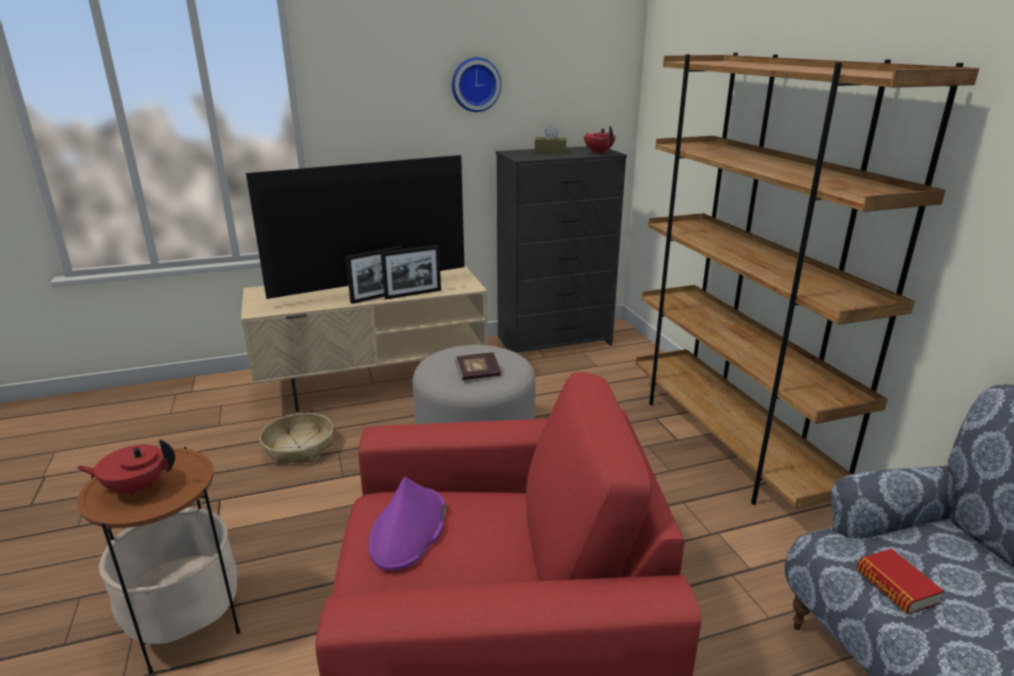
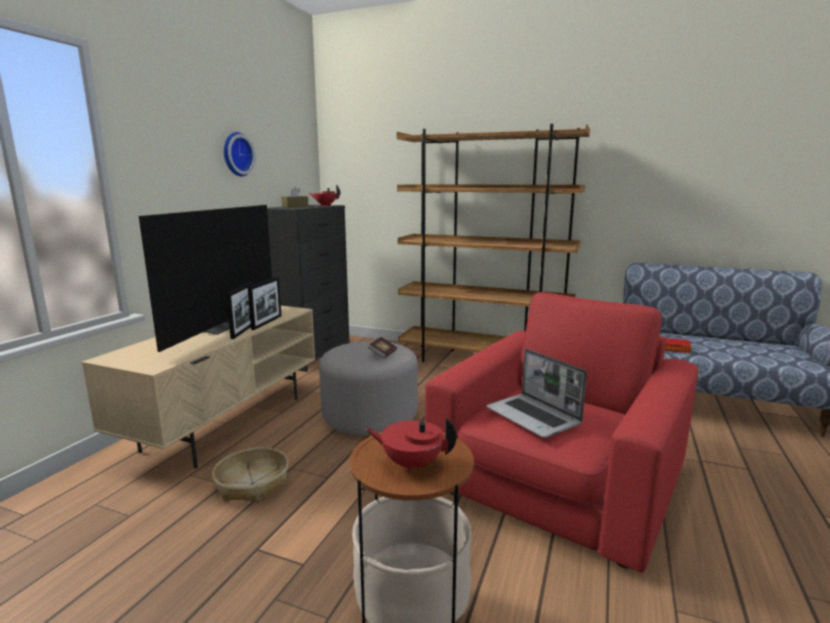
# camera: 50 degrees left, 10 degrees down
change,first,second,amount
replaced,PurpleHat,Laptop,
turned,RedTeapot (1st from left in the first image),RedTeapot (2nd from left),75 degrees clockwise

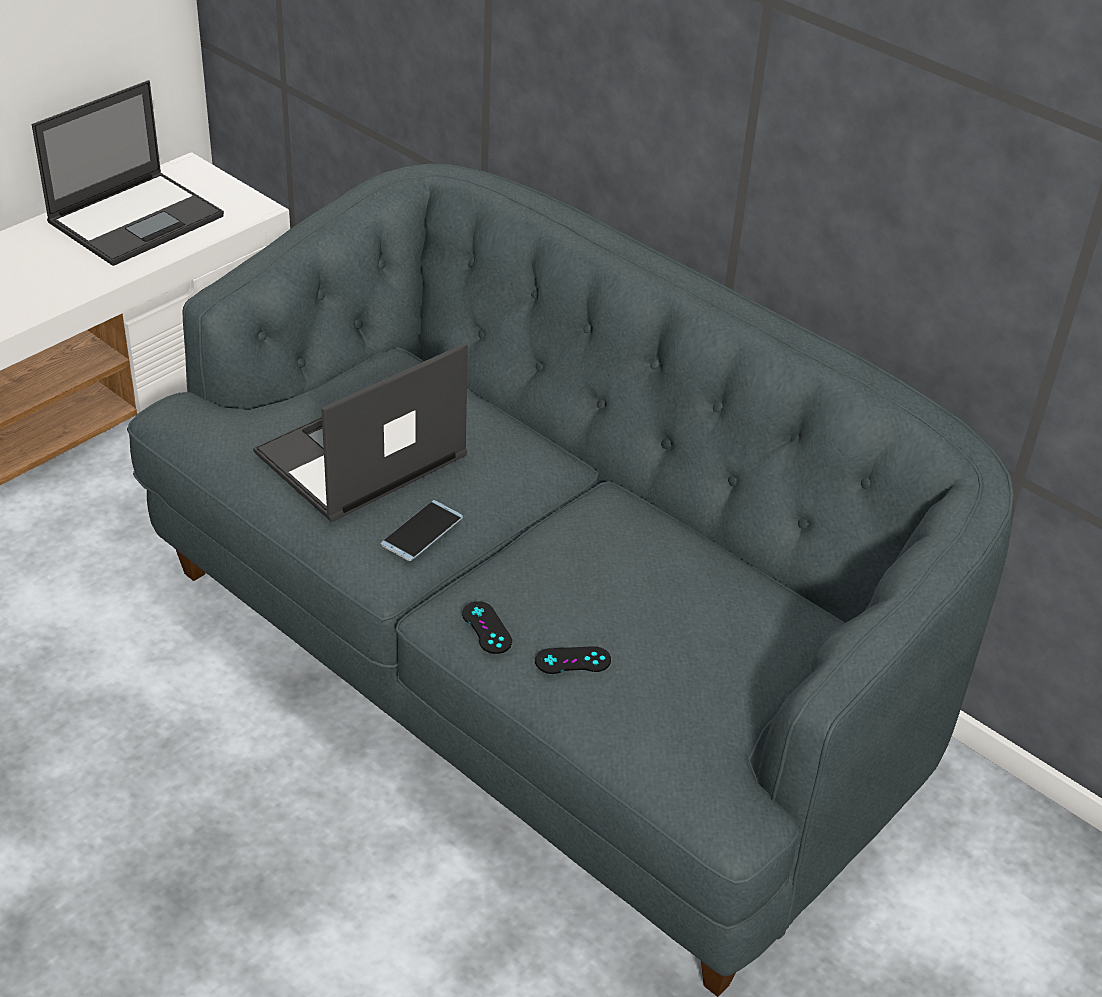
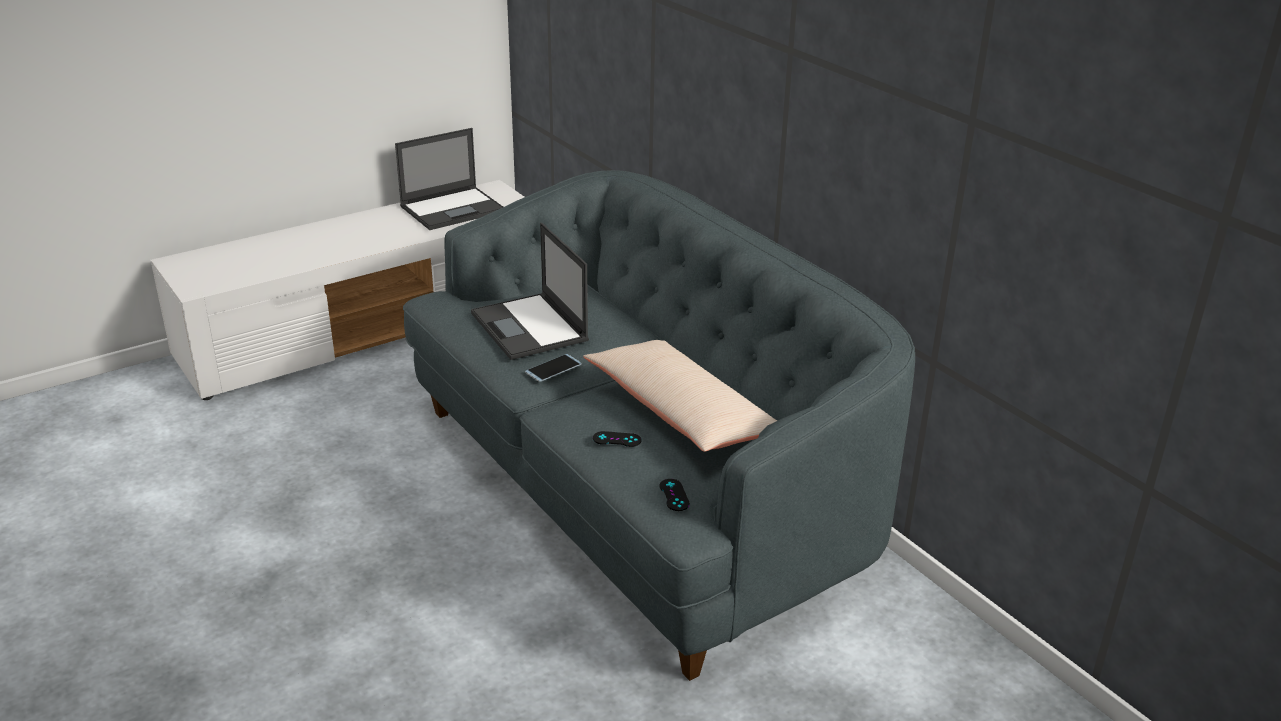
# camera: 15 degrees right, 10 degrees down
change,first,second,amount
added,,BeigePillow,
moved,BlackGameController (1st from left in the first image),BlackGameController (2nd from left),
turned,Laptop (2nd from left),,90 degrees counterclockwise

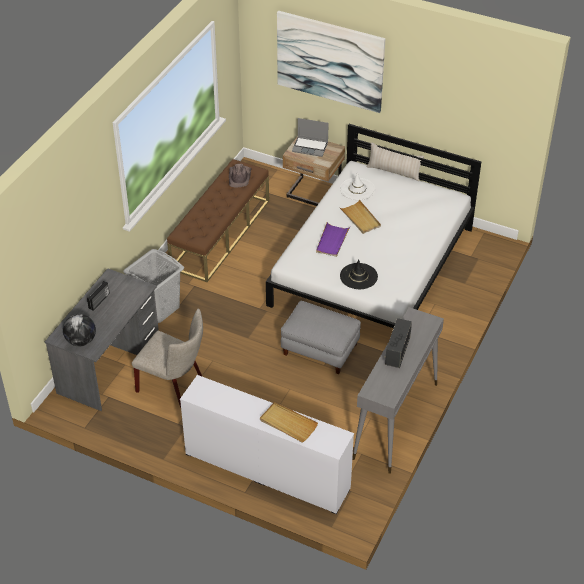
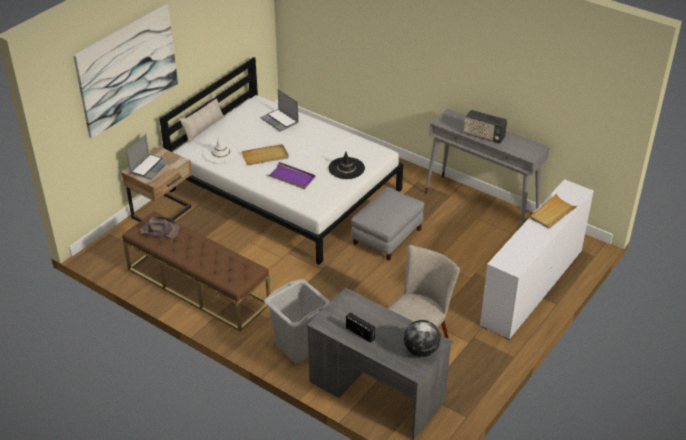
# camera: 80 degrees left, 5 degrees down
change,first,second,amount
added,,Laptop (2nd from left),

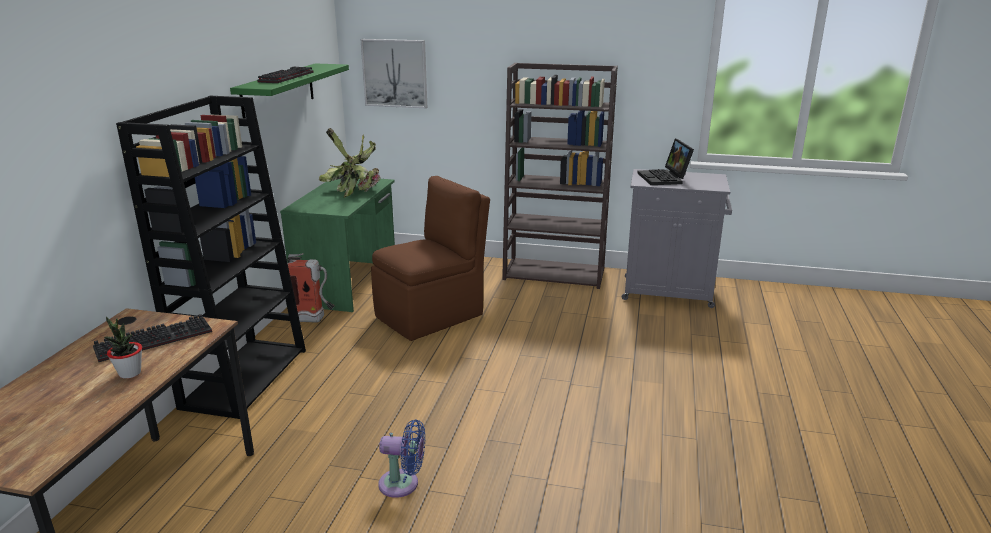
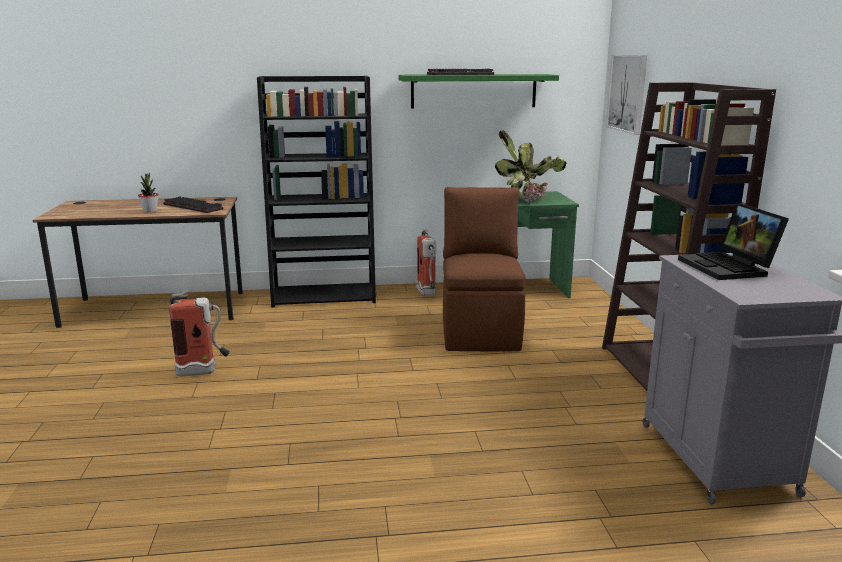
# camera: 70 degrees right, 5 degrees down
change,first,second,amount
replaced,BlueFan,FireExtinguisher (1st from left),
turned,BrownChair,,120 degrees counterclockwise
turned,Laptop,,75 degrees counterclockwise

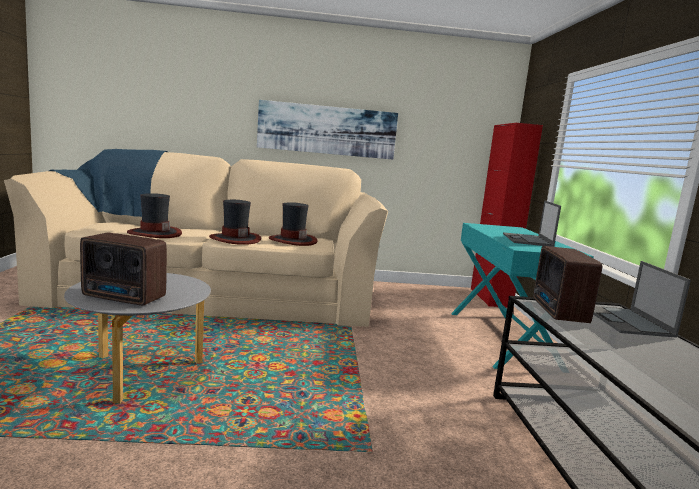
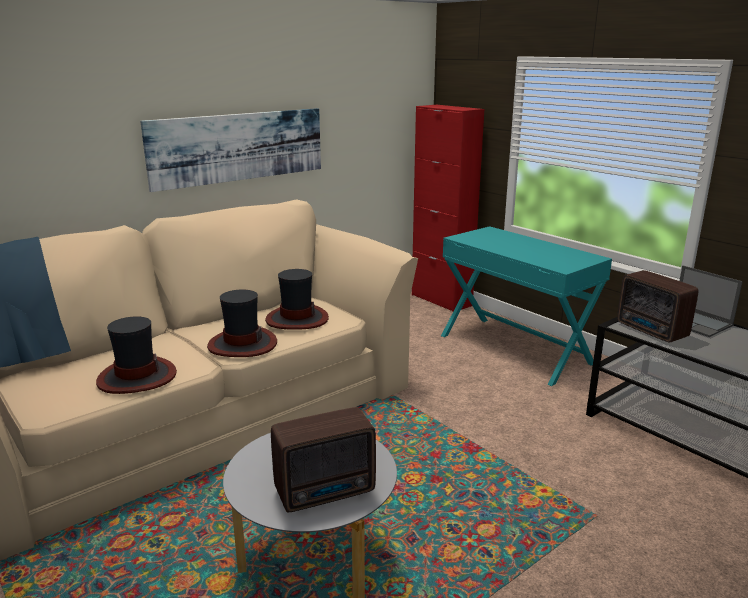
# camera: 35 degrees left, 10 degrees up
change,first,second,amount
removed,Laptop (1st from left),,

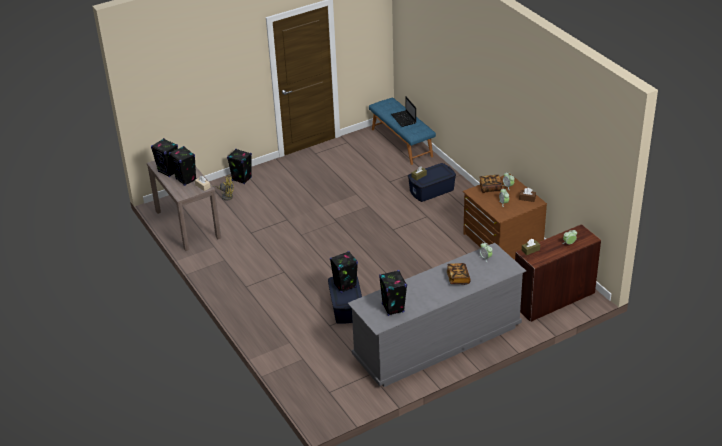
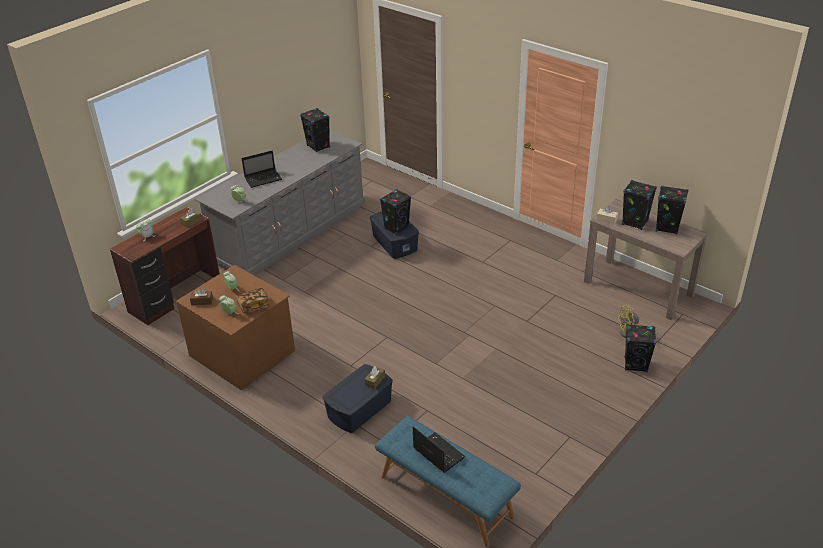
# camera: 160 degrees right, 0 degrees up
change,first,second,amount
replaced,Book (1st from left),Laptop (1st from left),

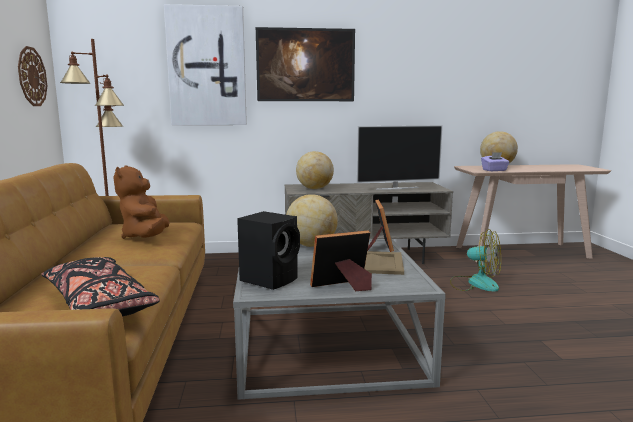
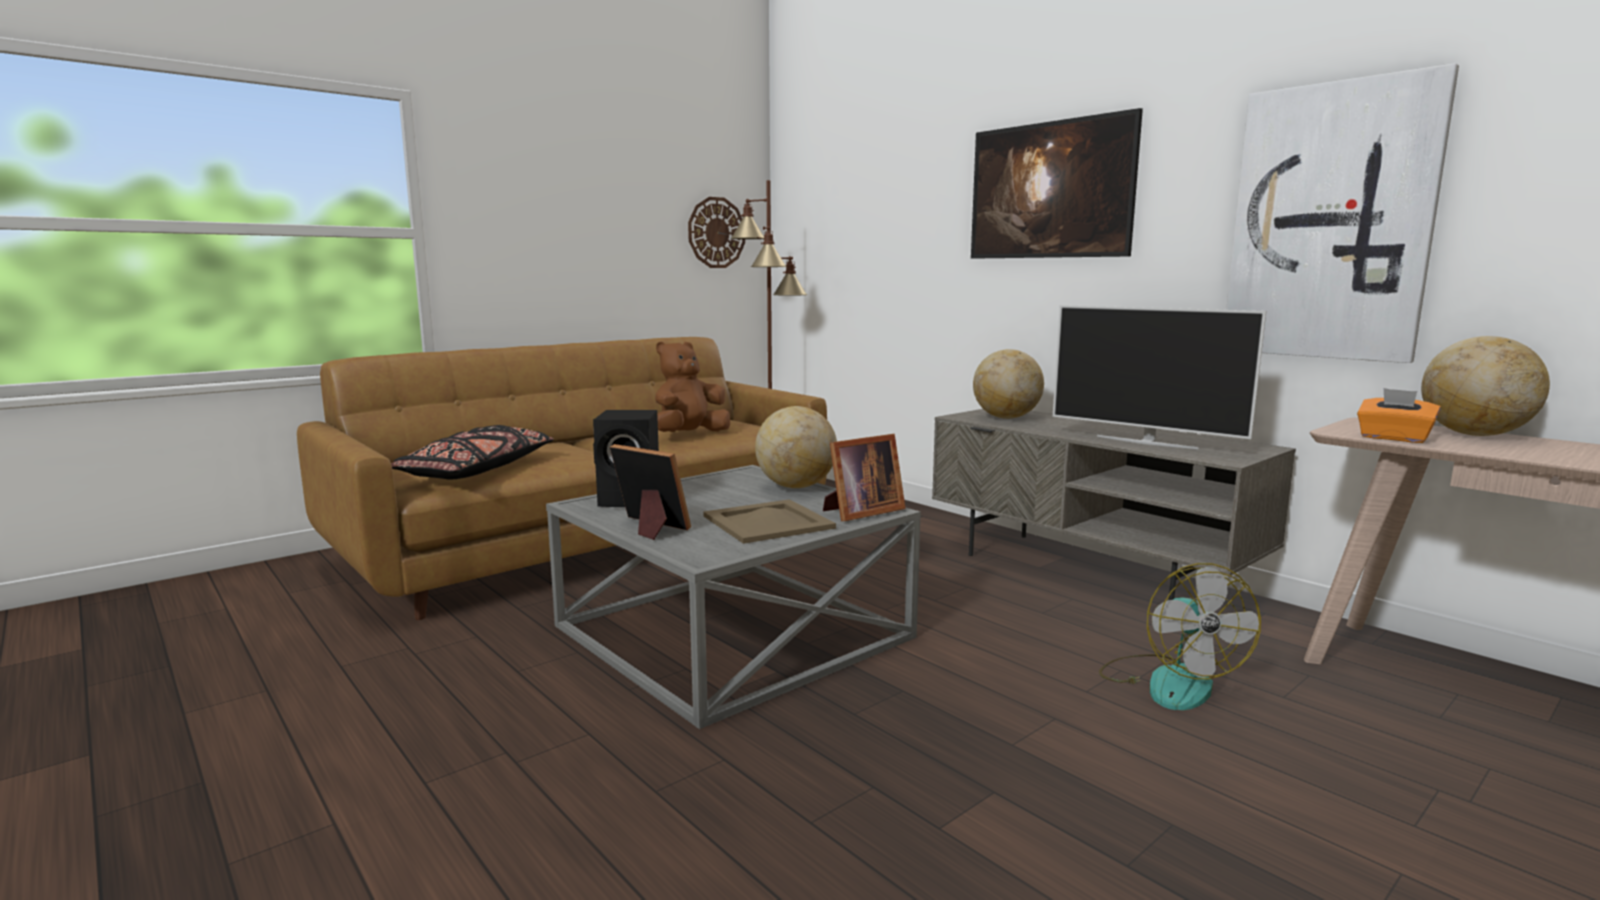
# camera: 55 degrees right, 0 degrees up
change,first,second,amount
moved,Picture (1st from left in the first image),Picture (2nd from left),
recoloured,PurpleTissueBox,OrangeTissueBox,

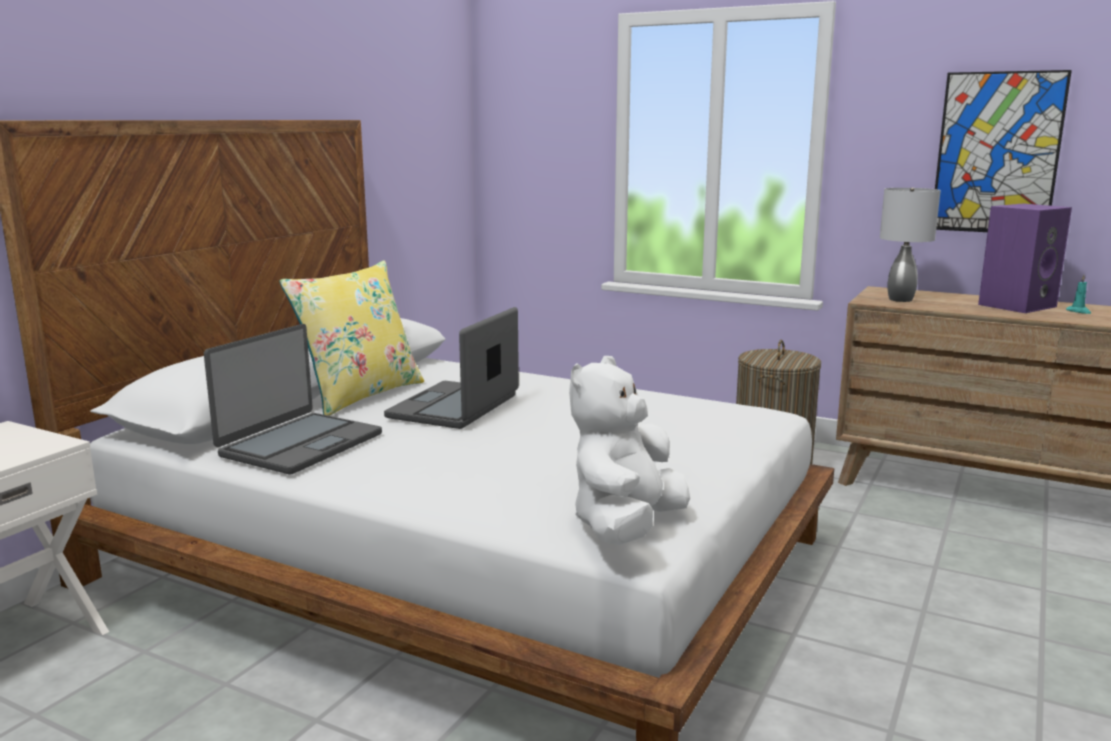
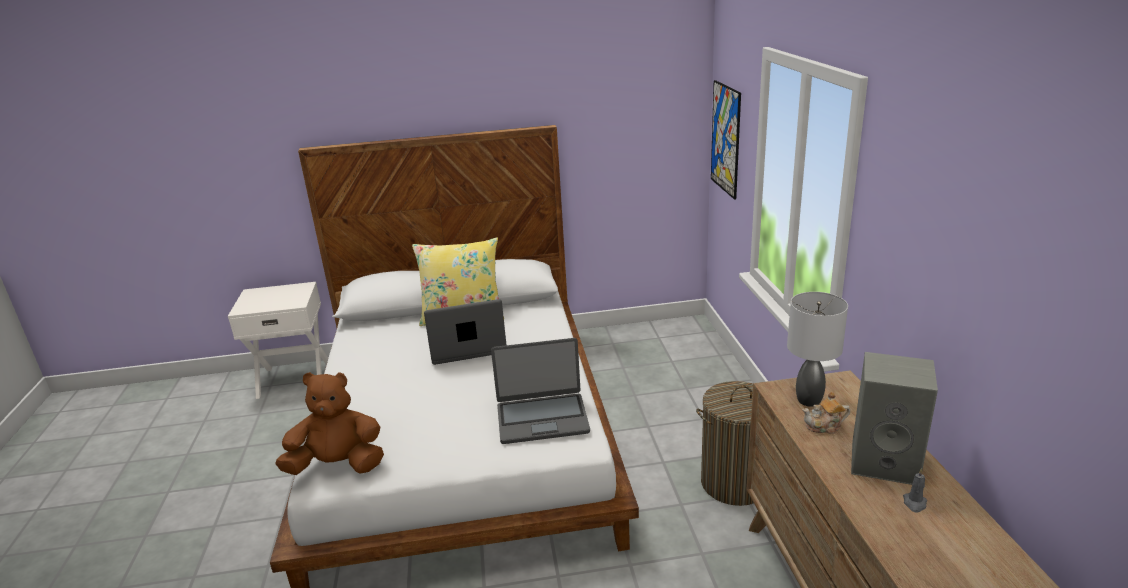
# camera: 55 degrees right, 10 degrees up
change,first,second,amount
added,,Teapot,
moved,Laptop (1st from left in the first image),Laptop (2nd from left),
moved,Picture,,
recoloured,WhitePlushToy,BrownPlushToy,
recoloured,PurpleSpeaker,GreySpeaker,
recoloured,TurquoiseCandle,GreyCandle,

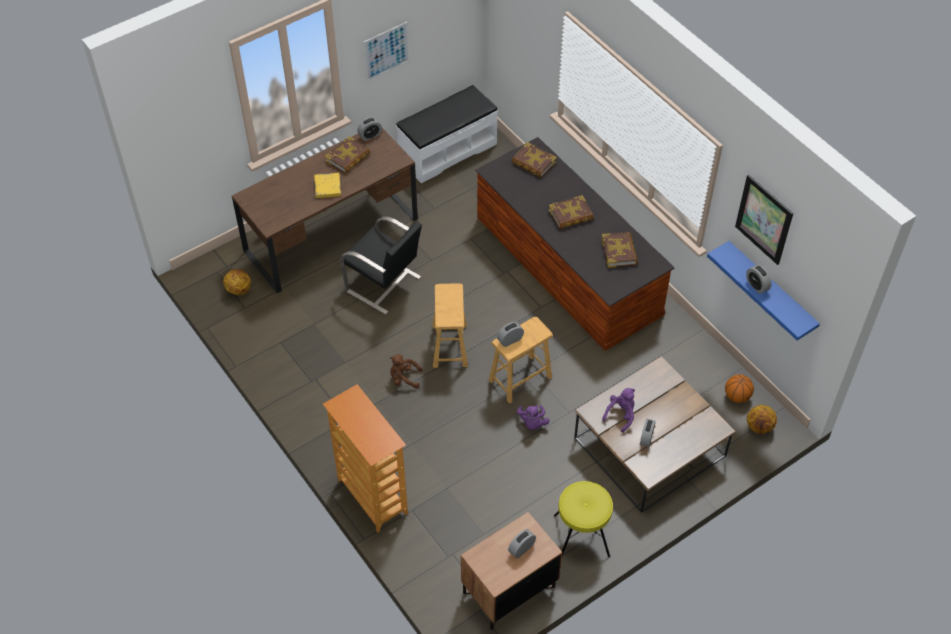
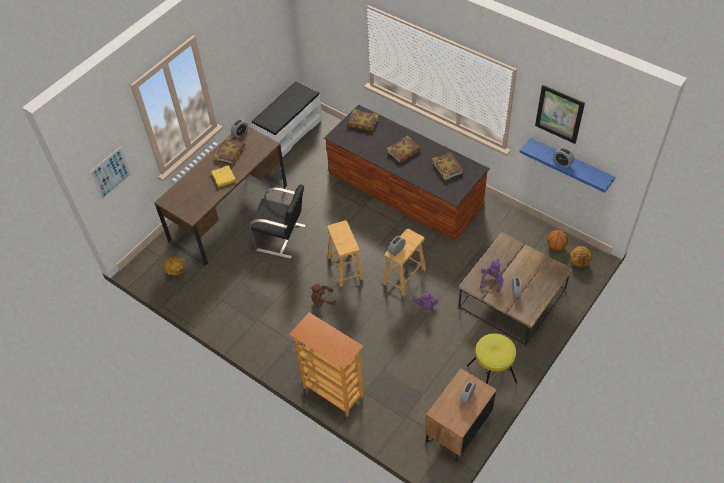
# camera: 15 degrees left, 0 degrees up
change,first,second,amount
moved,Picture (1st from left),,

